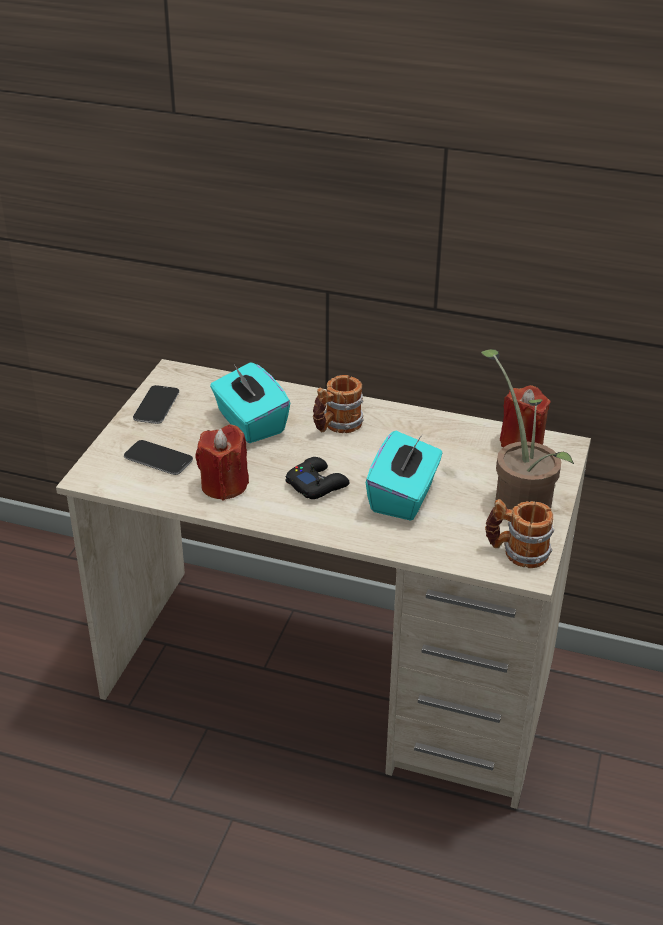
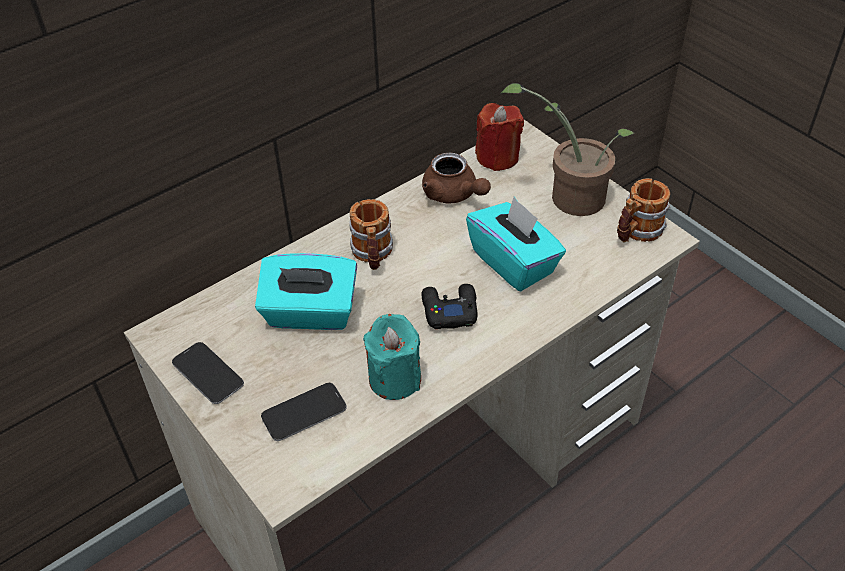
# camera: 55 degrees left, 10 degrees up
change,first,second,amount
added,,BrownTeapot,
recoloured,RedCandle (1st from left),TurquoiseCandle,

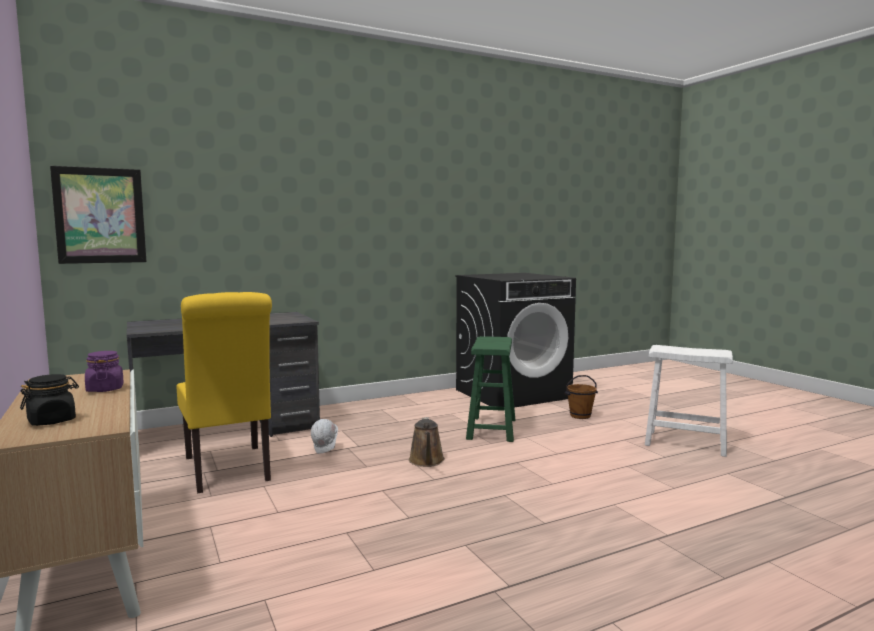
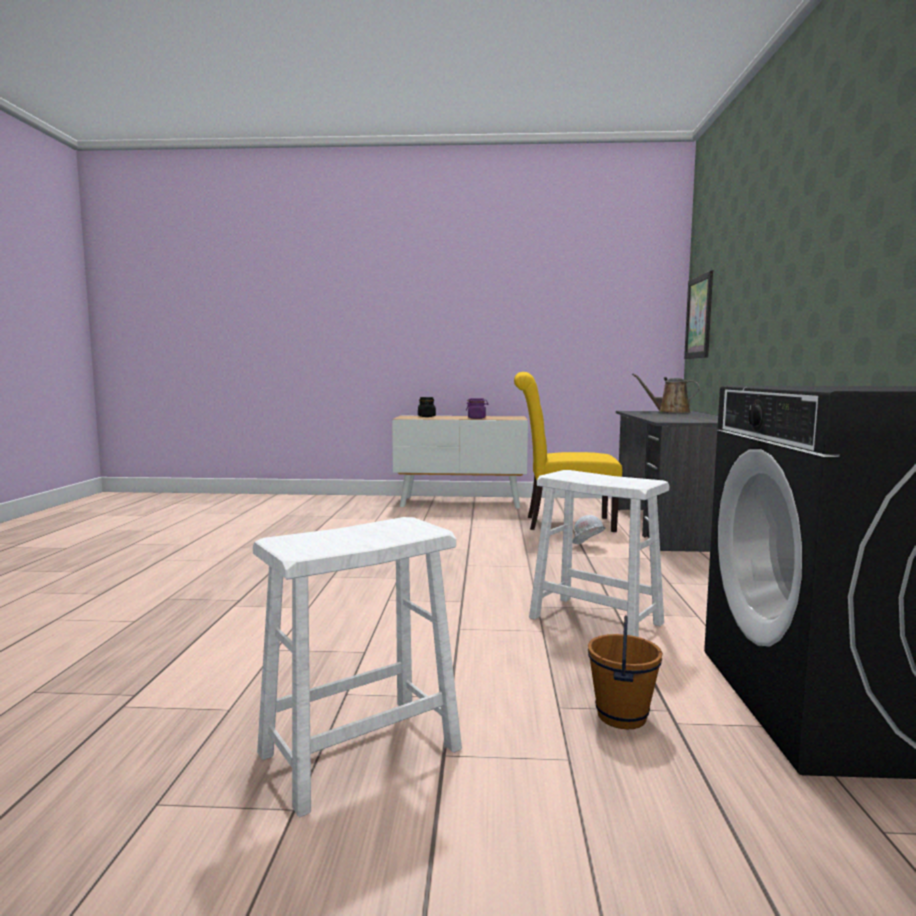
# camera: 120 degrees right, 0 degrees up
change,first,second,amount
moved,BrownWateringCan,,
recoloured,GreenStool,WhiteStool (2nd from left),

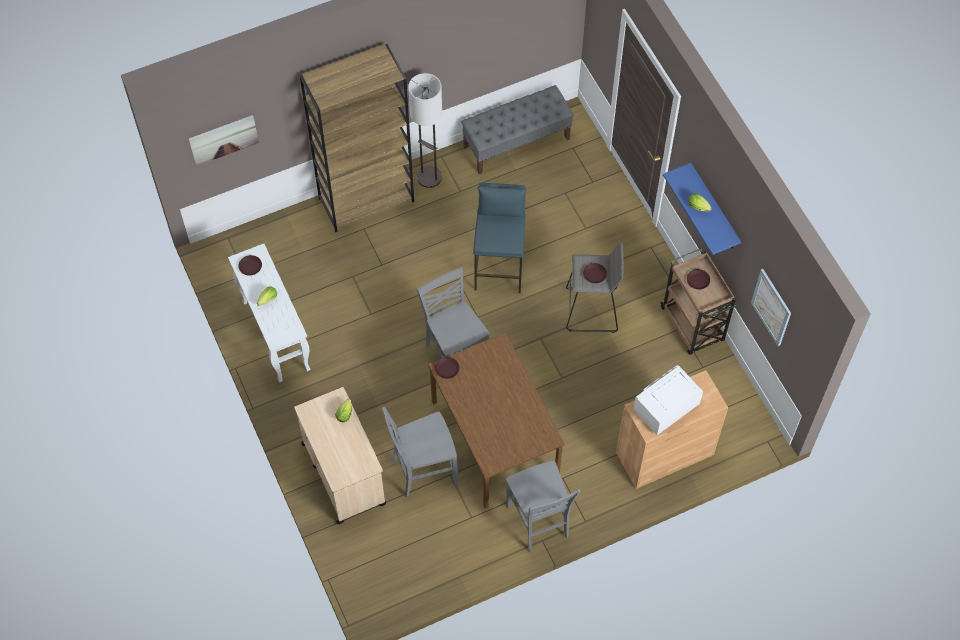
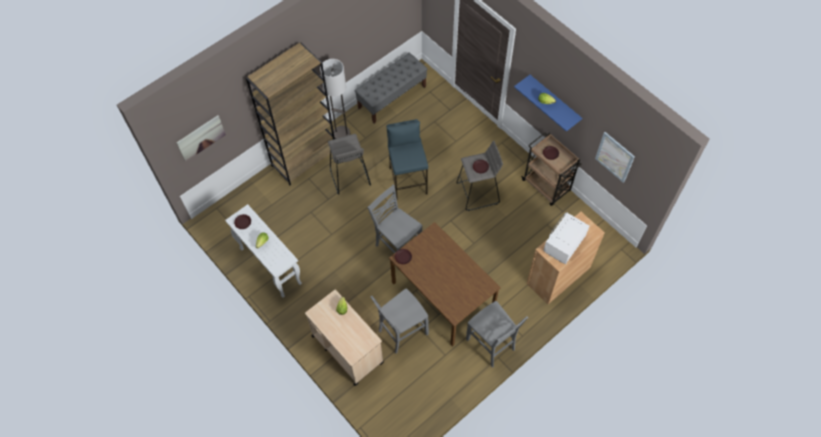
# camera: 15 degrees left, 0 degrees up
change,first,second,amount
added,,GreyStool (1st from left),

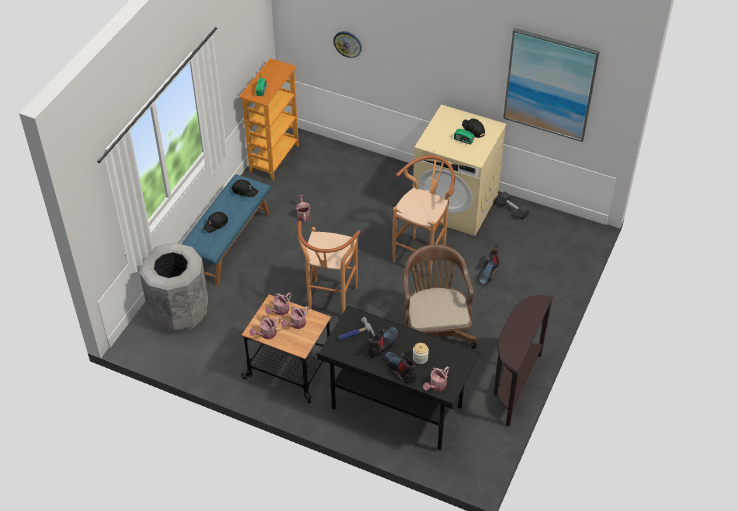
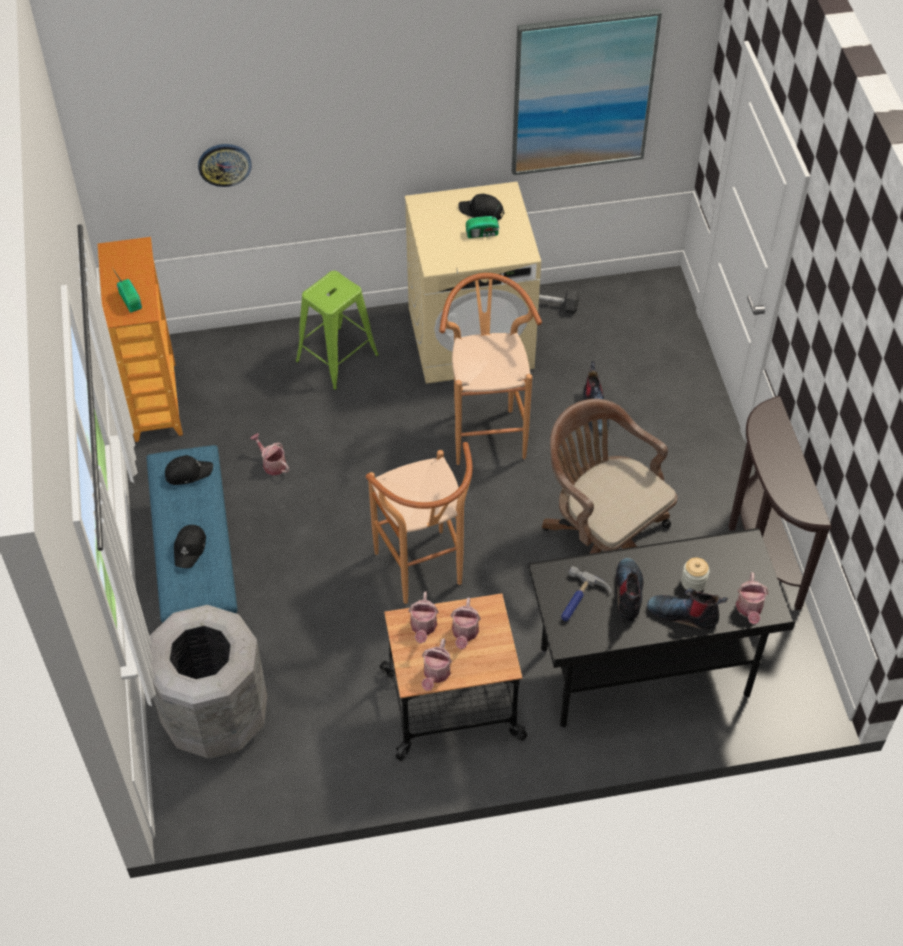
# camera: 35 degrees left, 5 degrees up
change,first,second,amount
added,,GreenStool,

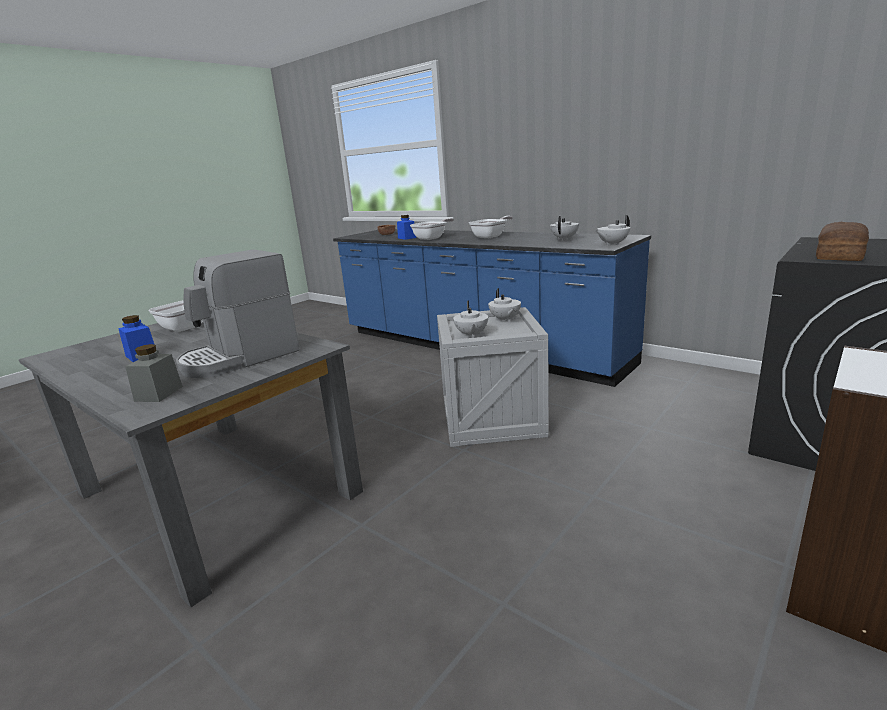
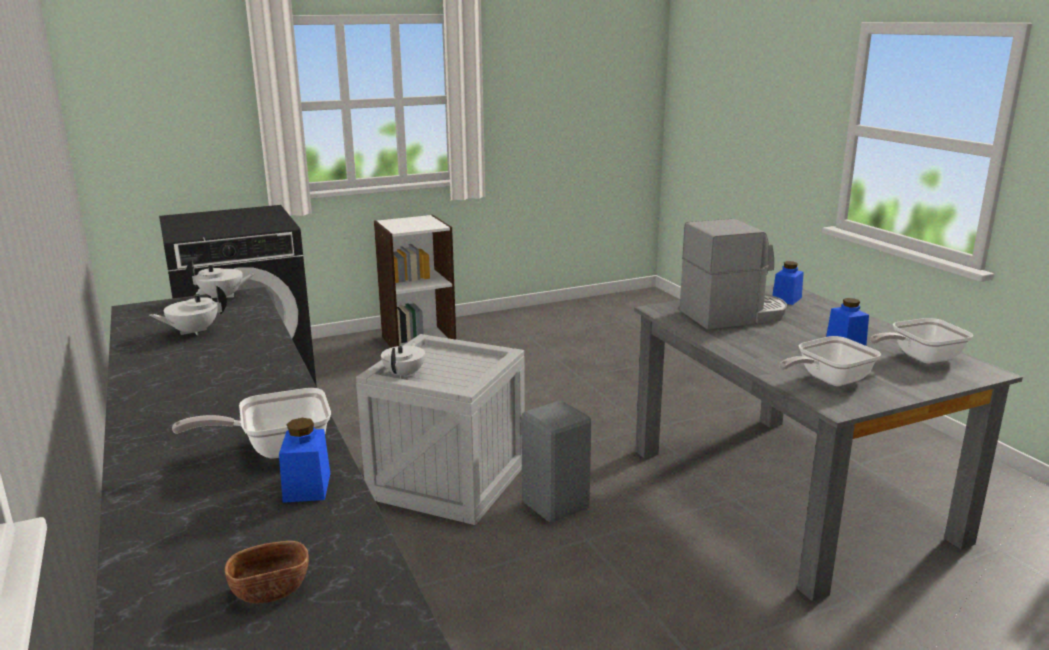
# camera: 155 degrees left, 0 degrees up
change,first,second,amount
removed,WhiteTeapot (1st from left),,
removed,Bread,,
added,,GreyStool,
moved,FryingPan (3rd from left),,
recoloured,GreyJar,BlueJar (2nd from left),

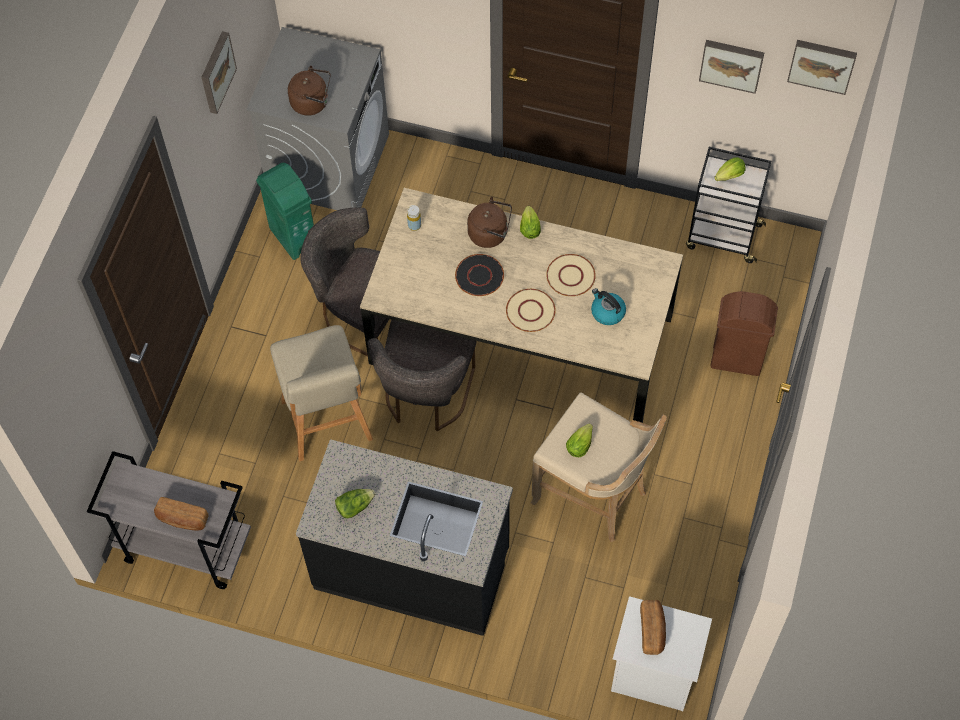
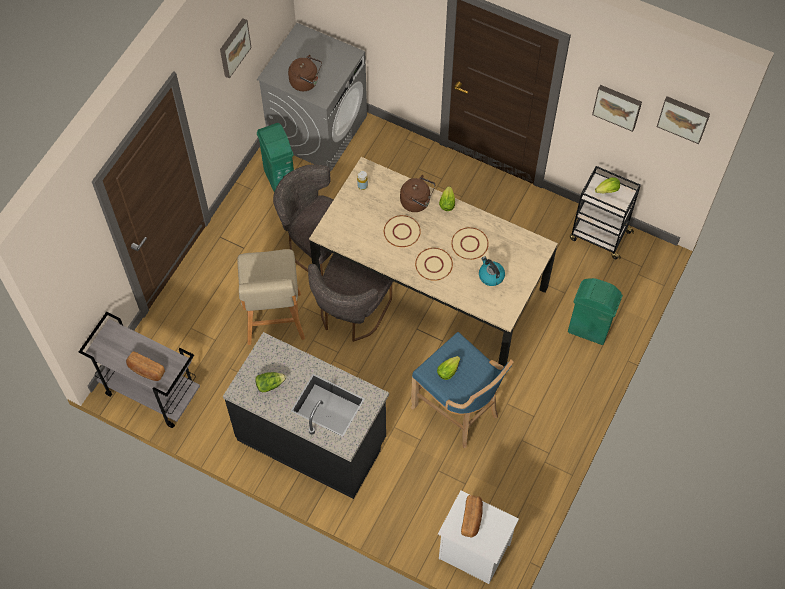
# camera: 10 degrees right, 0 degrees up
change,first,second,amount
recoloured,BlackPlate,BeigePlate (1st from left),
recoloured,BeigeStool (2nd from left),BlueStool,
recoloured,BrownTrashCan,GreenTrashCan (2nd from left),

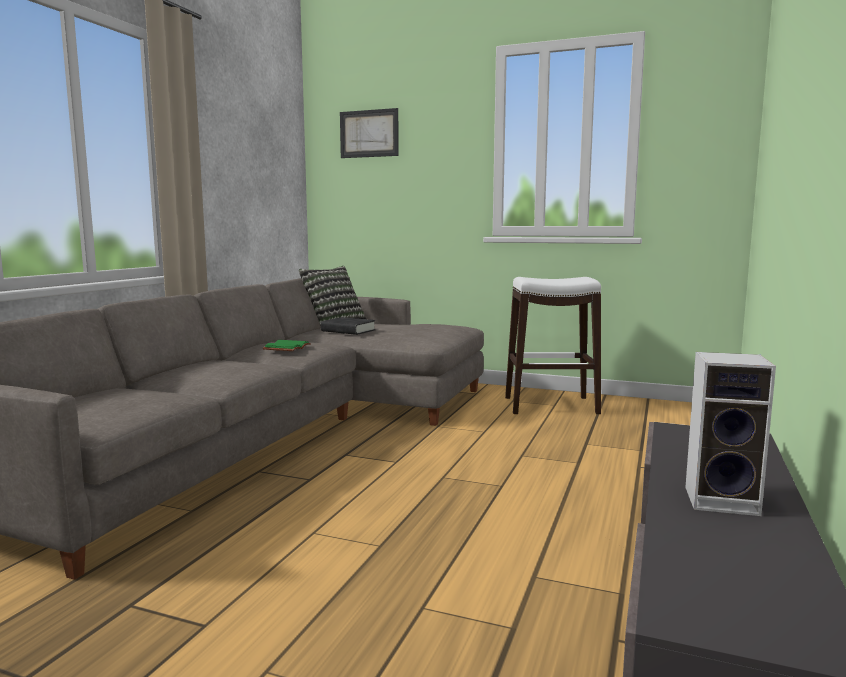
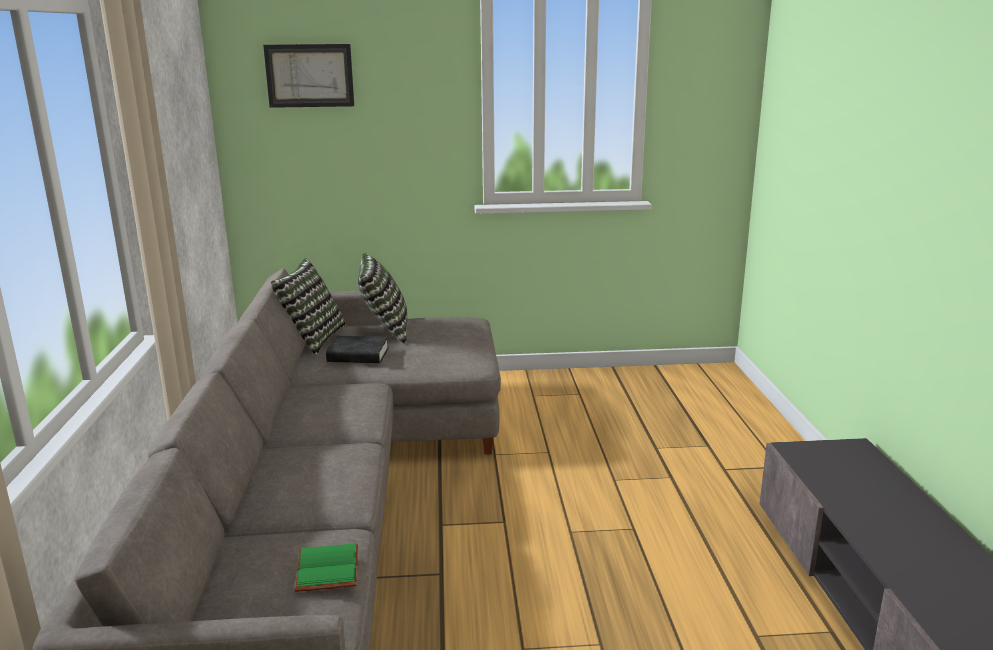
# camera: 25 degrees left, 10 degrees up
change,first,second,amount
removed,WhiteStool,,
removed,Speaker,,
added,,Pillow (2nd from left),
moved,GreenBook,,

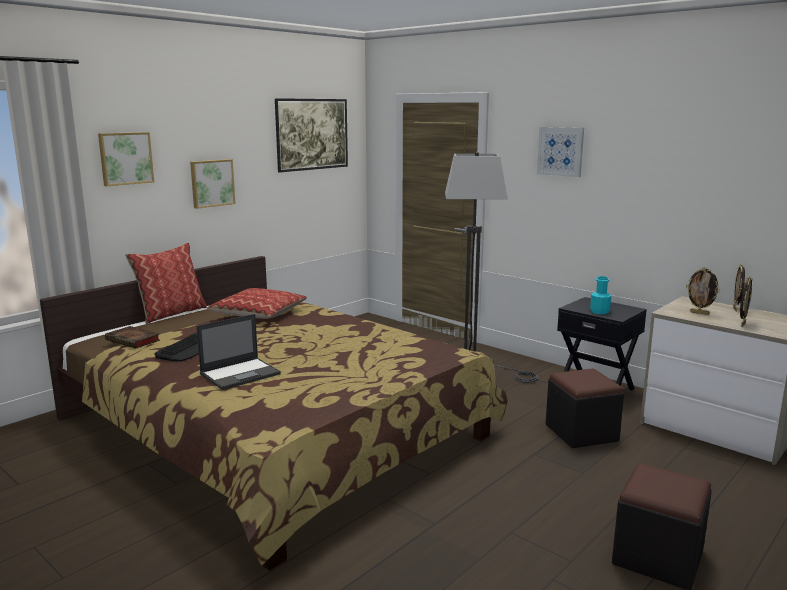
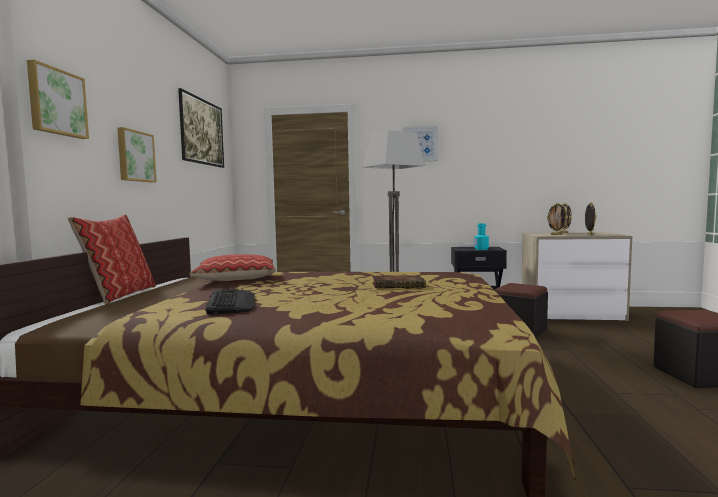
# camera: 35 degrees left, 10 degrees down
change,first,second,amount
removed,Laptop,,
moved,Book,,

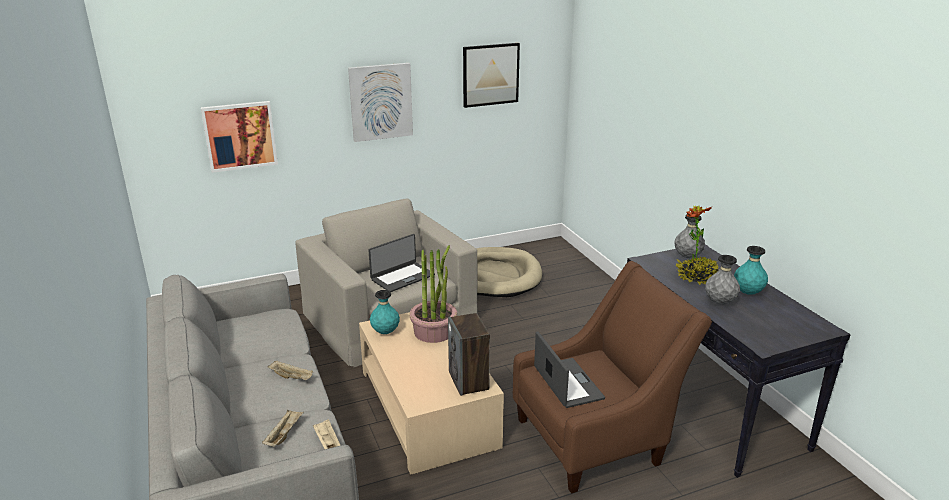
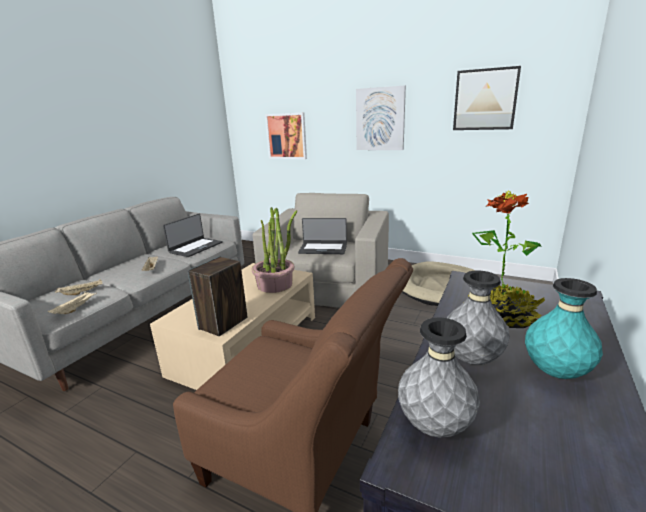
# camera: 50 degrees right, 5 degrees down
change,first,second,amount
removed,TurquoiseVase (1st from left),,
moved,Laptop (2nd from left in the first image),Laptop (1st from left),
moved,GreyVase (1st from left),,

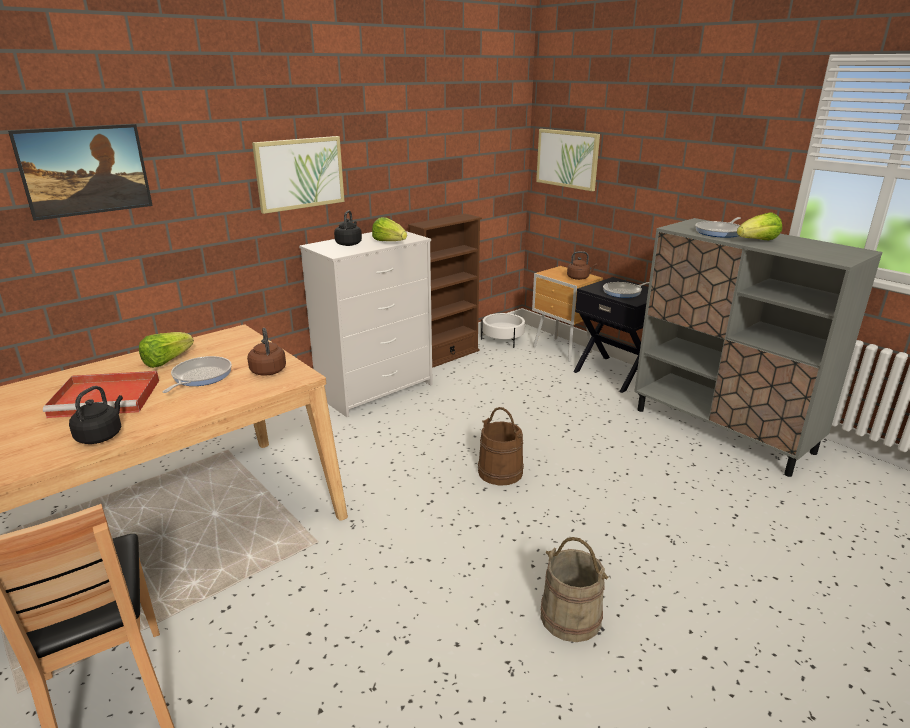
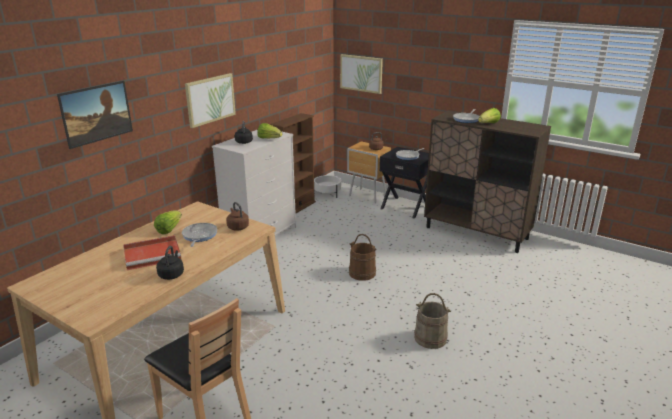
# camera: 15 degrees left, 0 degrees up
change,first,second,amount
recoloured,GreyCabinet,BrownCabinet,

